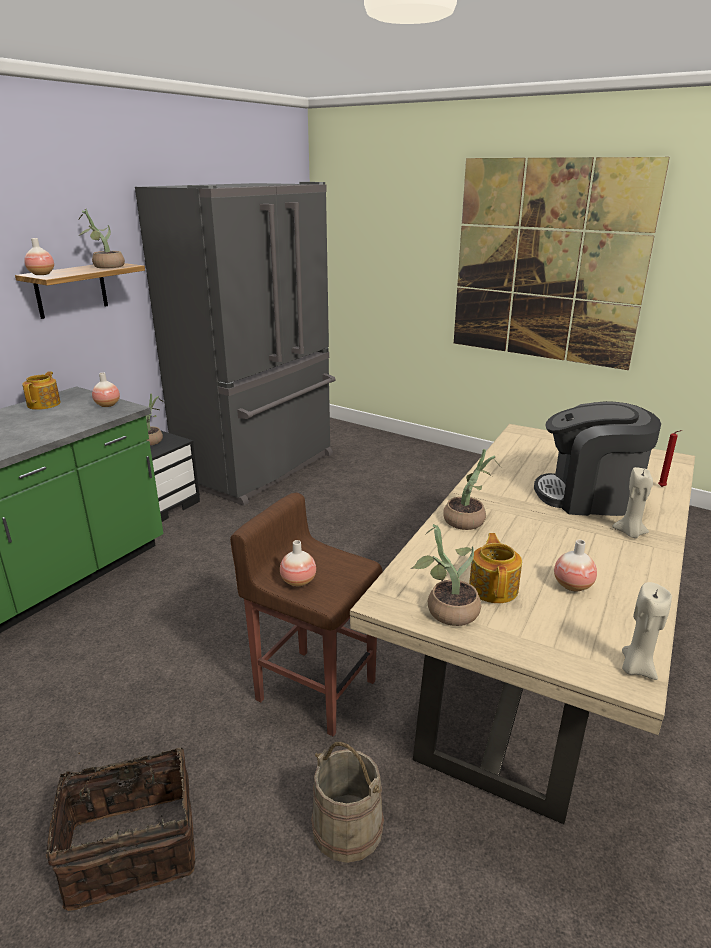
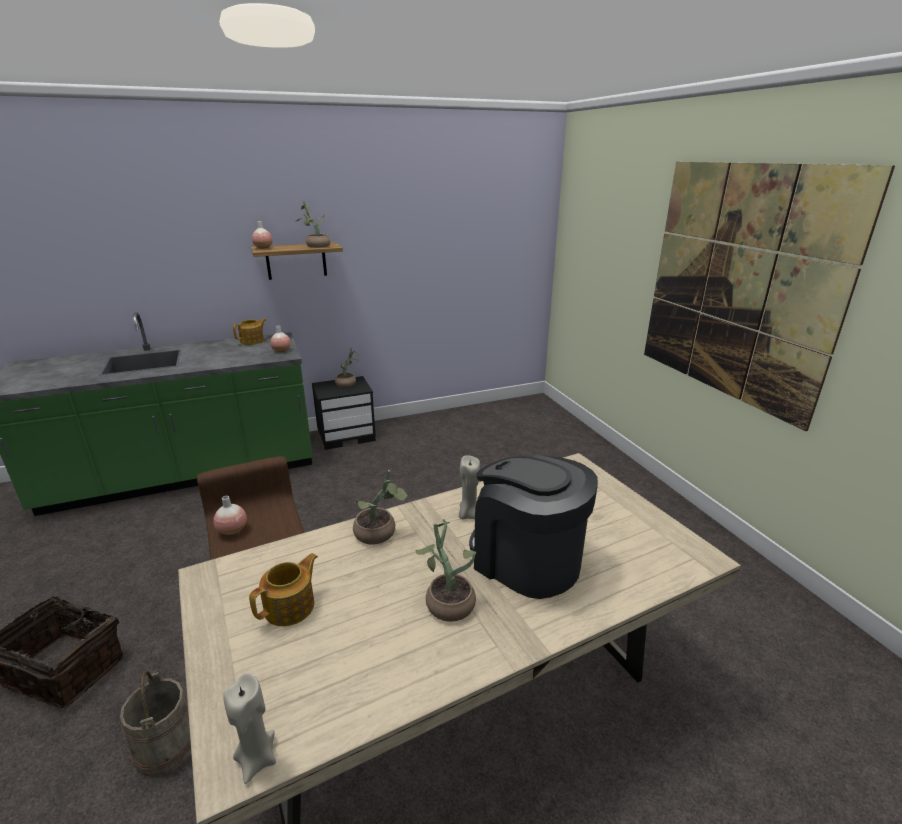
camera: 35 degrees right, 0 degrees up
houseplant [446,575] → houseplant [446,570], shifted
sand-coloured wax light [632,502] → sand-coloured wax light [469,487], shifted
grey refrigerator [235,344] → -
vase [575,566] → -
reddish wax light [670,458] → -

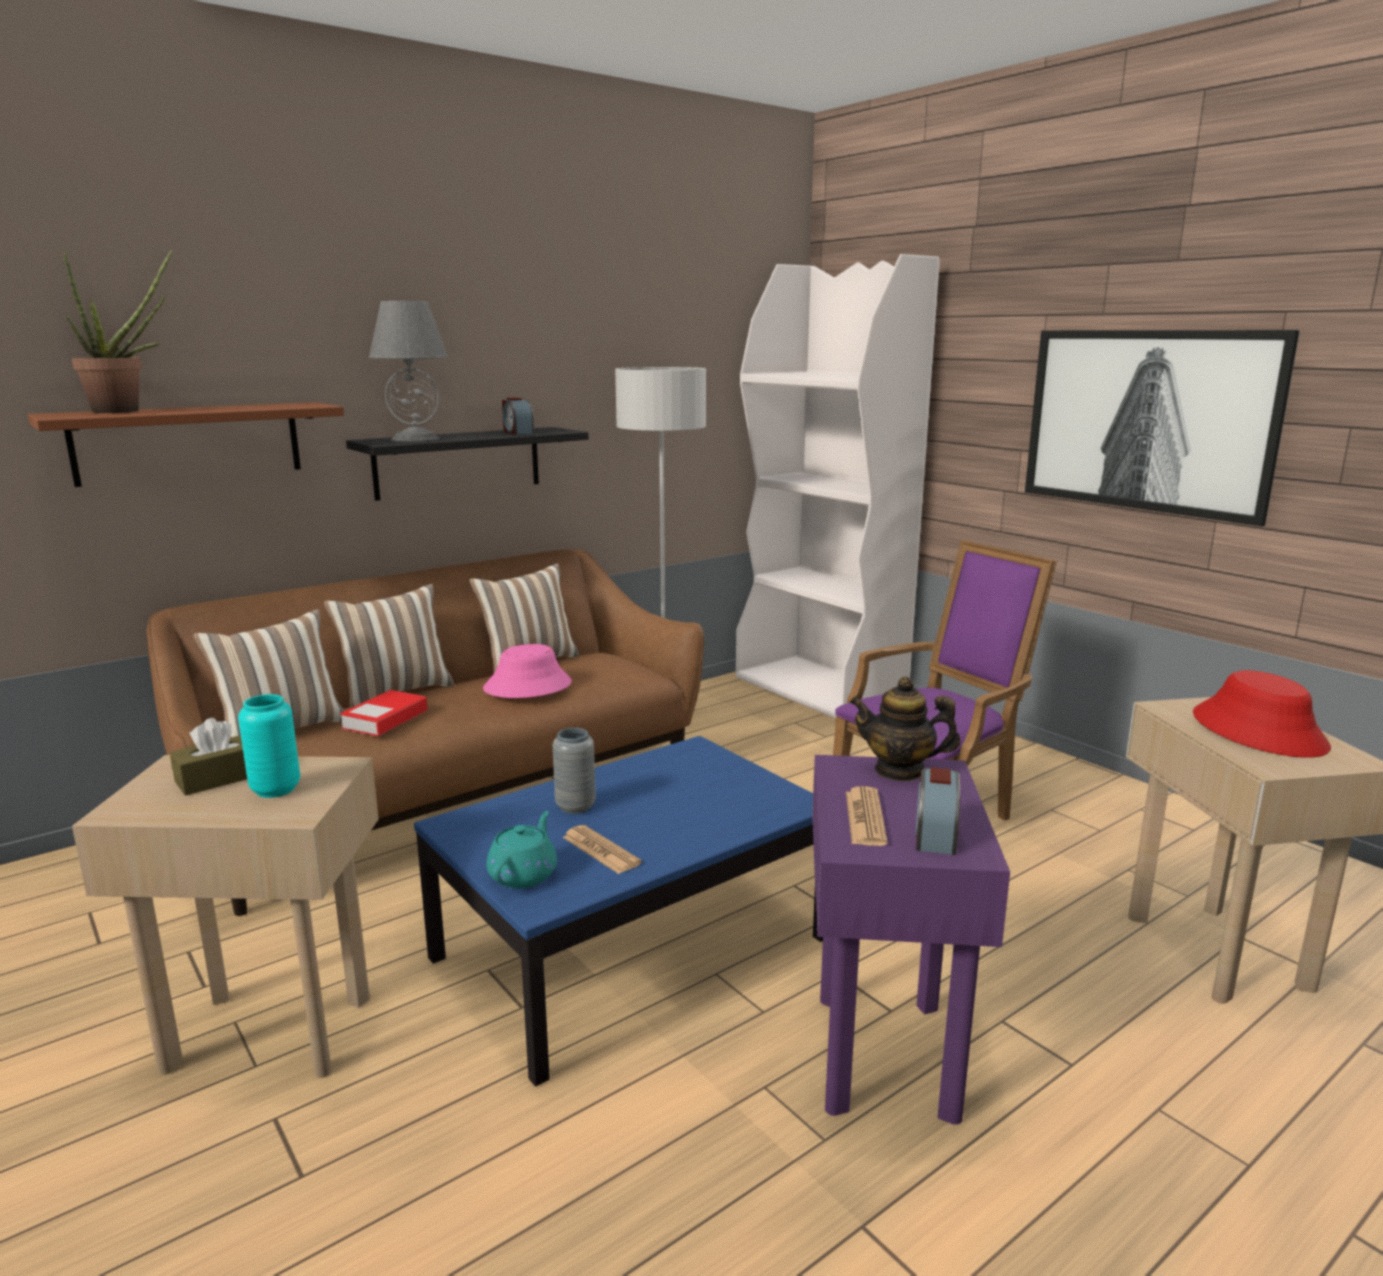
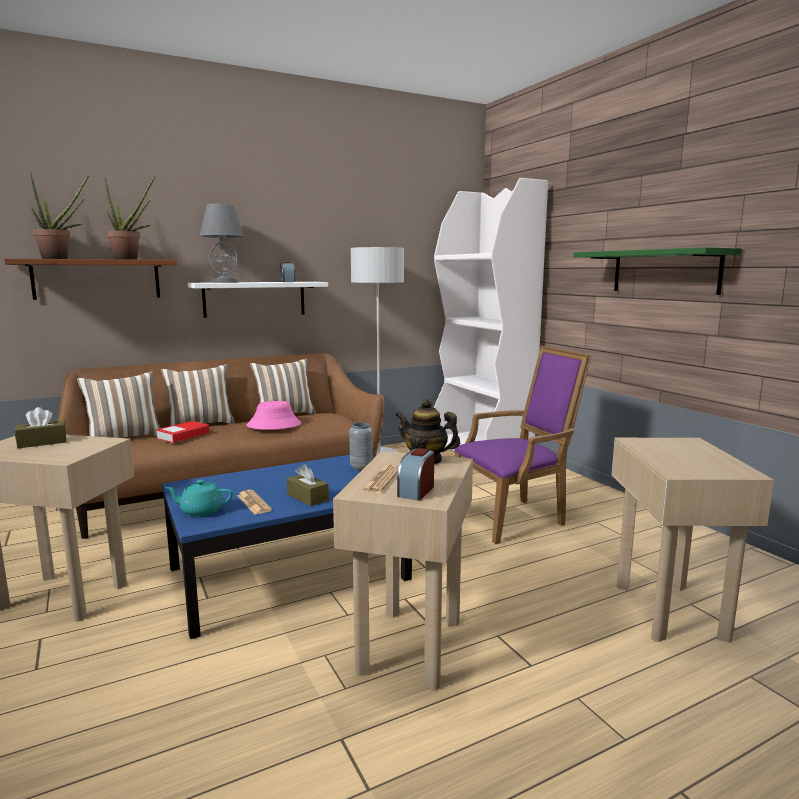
camera: 10 degrees right, 5 degrees down
- → houseplant [130,217]
turquoise-coloured teapot [522,849] → turquoise-coloured teapot [199,498], 120 degrees counterclockwise
blackish bracket shelf [467,464] → whitish bracket shelf [258,300]
- → brown tissue box [308,485]
purple-coloured accent table [911,940] → sand-coloured accent table [403,570]
grey vase [574,771] → grey vase [361,446], shifted
picture [1162,428] → greenish bracket shelf [658,271]
turquoise-coloured vase [269,746] → -
reddish hat [1262,714] → -

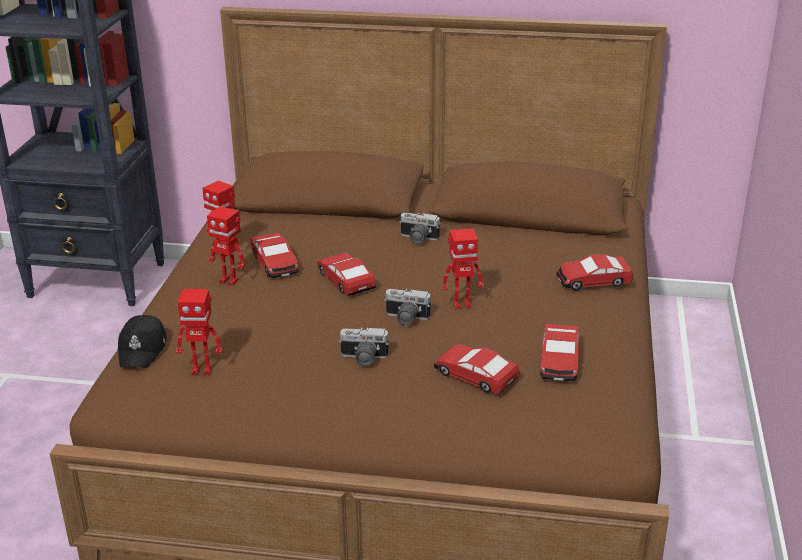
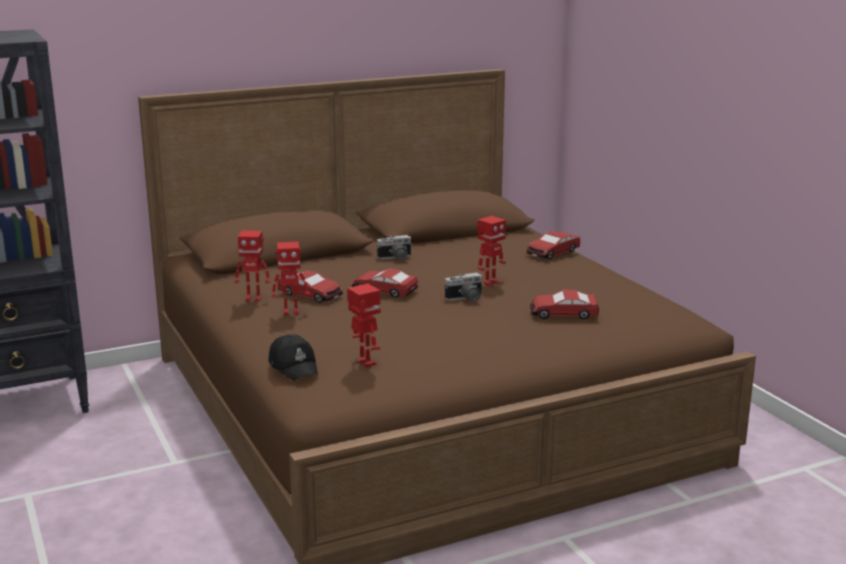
camera: 35 degrees left, 10 degrees down
robot figure [199,332] → robot figure [364,325], 90 degrees counterclockwise
still camera [364,346] → -
model car [559,352] → -

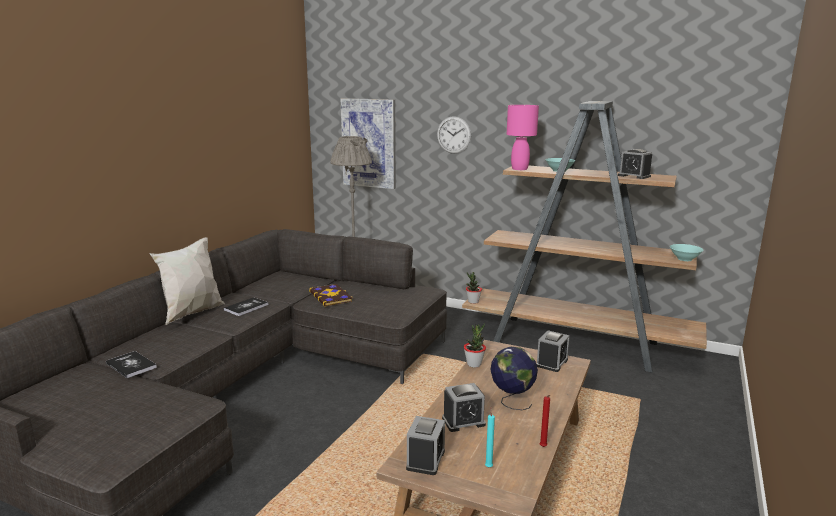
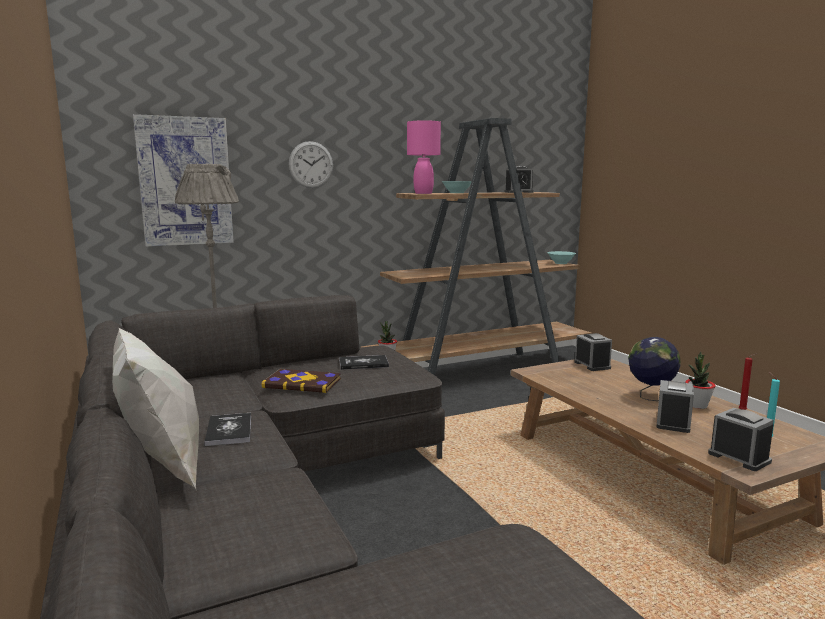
camera: 50 degrees left, 5 degrees down
book [131,364] → book [364,362], shifted
houseplant [475,345] → houseplant [700,380], shifted

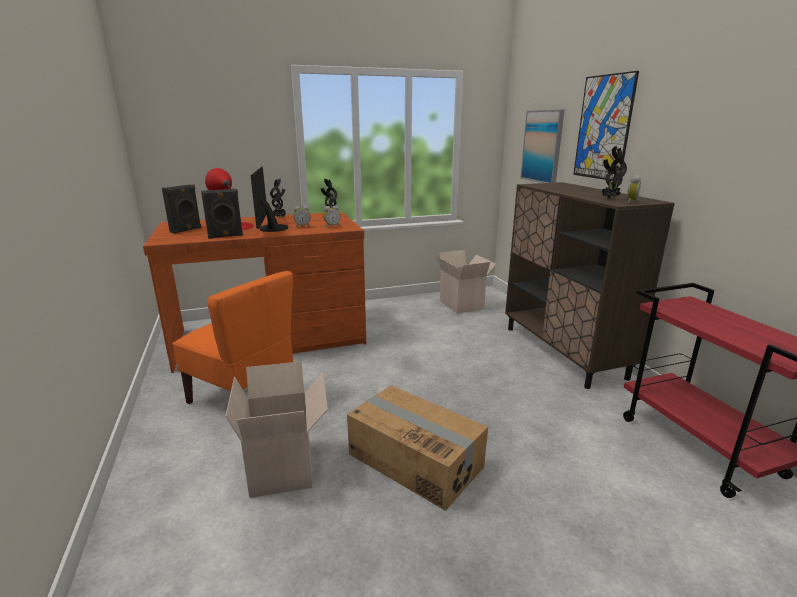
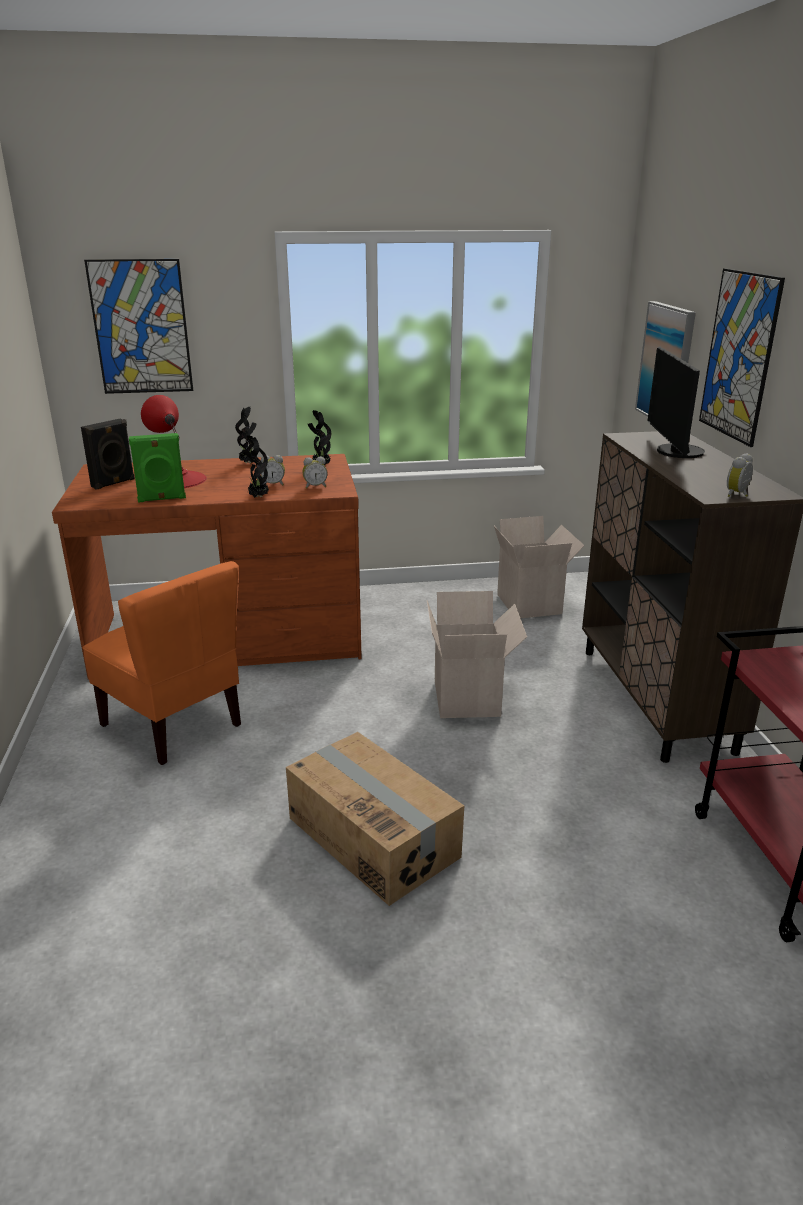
camera: 10 degrees right, 5 degrees up
- → picture [138,326]
blackish loudspeaker [222,214] → greenish loudspeaker [157,468]
houseplant [614,172] → houseplant [256,466], shifted
carton [276,429] → carton [477,654], shifted
computer screen [269,199] → computer screen [676,402], shifted

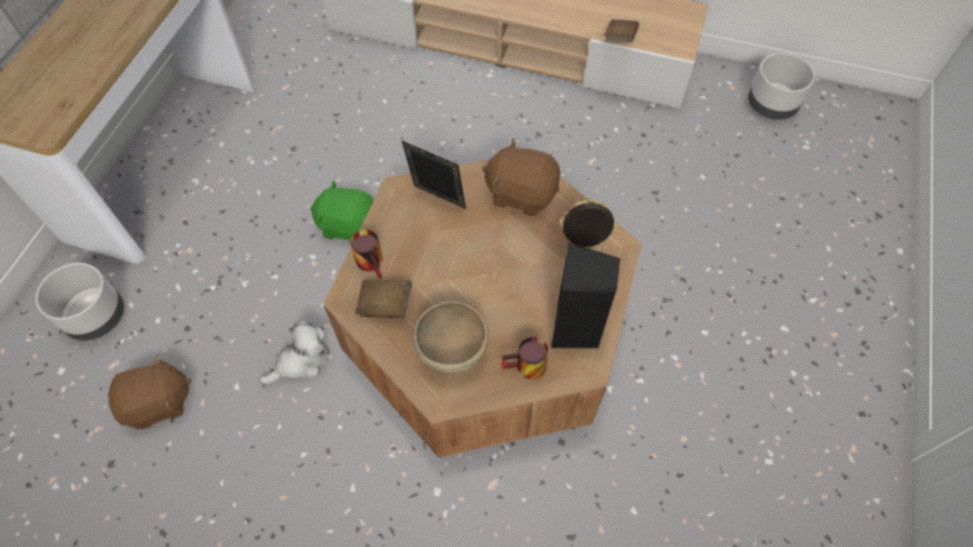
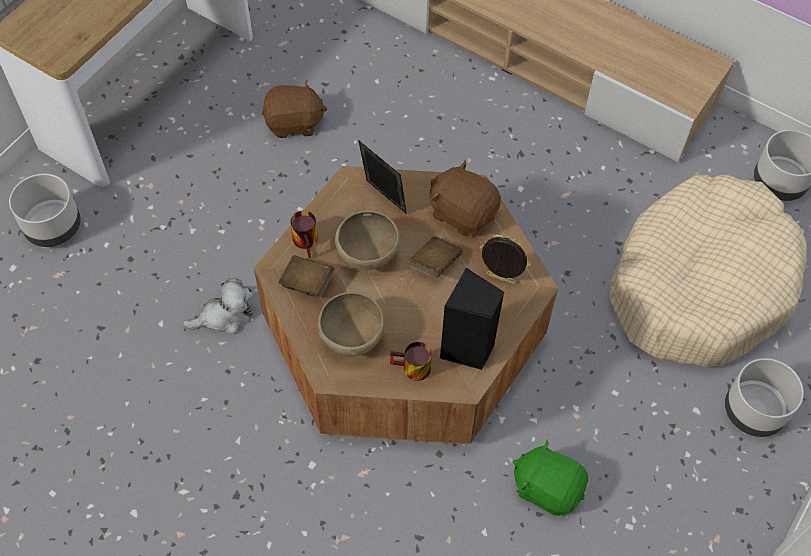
camera: 15 degrees right, 0 degrees up
brown cuddly toy [149,391] → brown cuddly toy [295,109], shifted
- → brown bowl [367,240]
brown book [621,31] → brown book [436,257], shifted
greenish cuddly toy [342,211] → greenish cuddly toy [550,477], shifted
- → sand-coloured dog cushion [708,270]
- → grey plant pot [764,397]

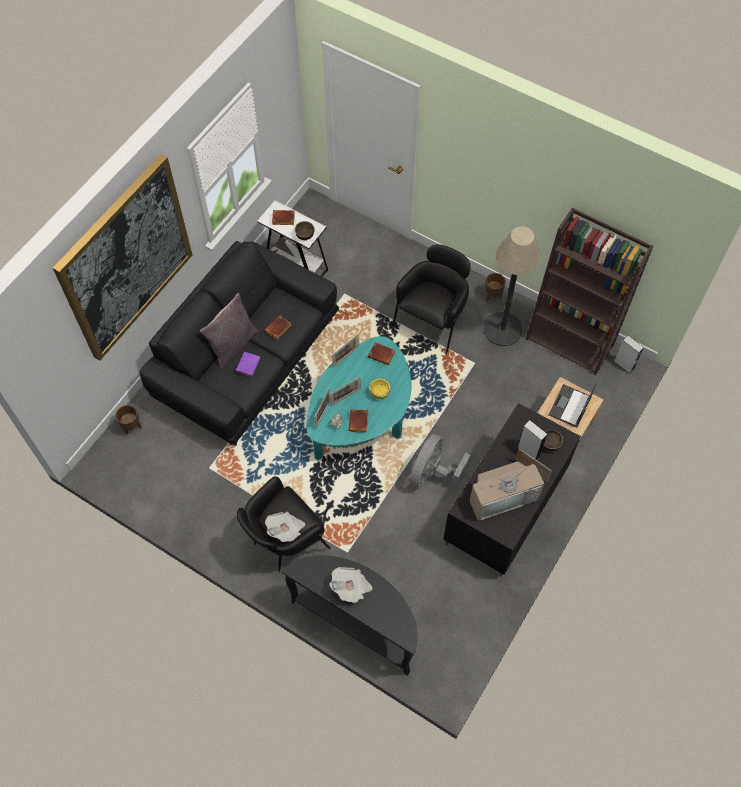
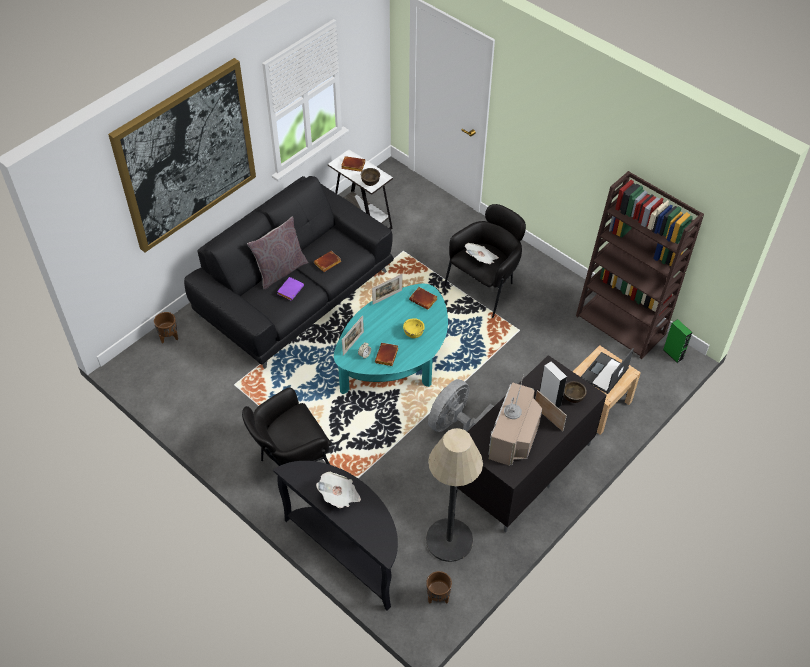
camera: 10 degrees right, 10 degrees down
floor lamp [512,286] → floor lamp [454,495], shifted
brown plant pot [495,287] → brown plant pot [439,587], shifted
newspaper [285,527] → newspaper [482,253], shifted
television [507,490] → television [515,420], 120 degrees clockwise
grey loudspeaker [629,355] → greenish loudspeaker [677,341]
standing frame [345,391] → -

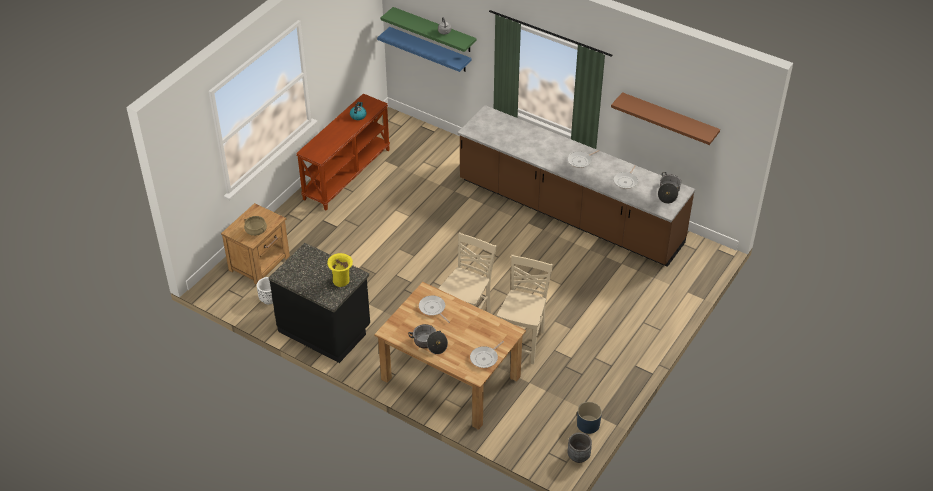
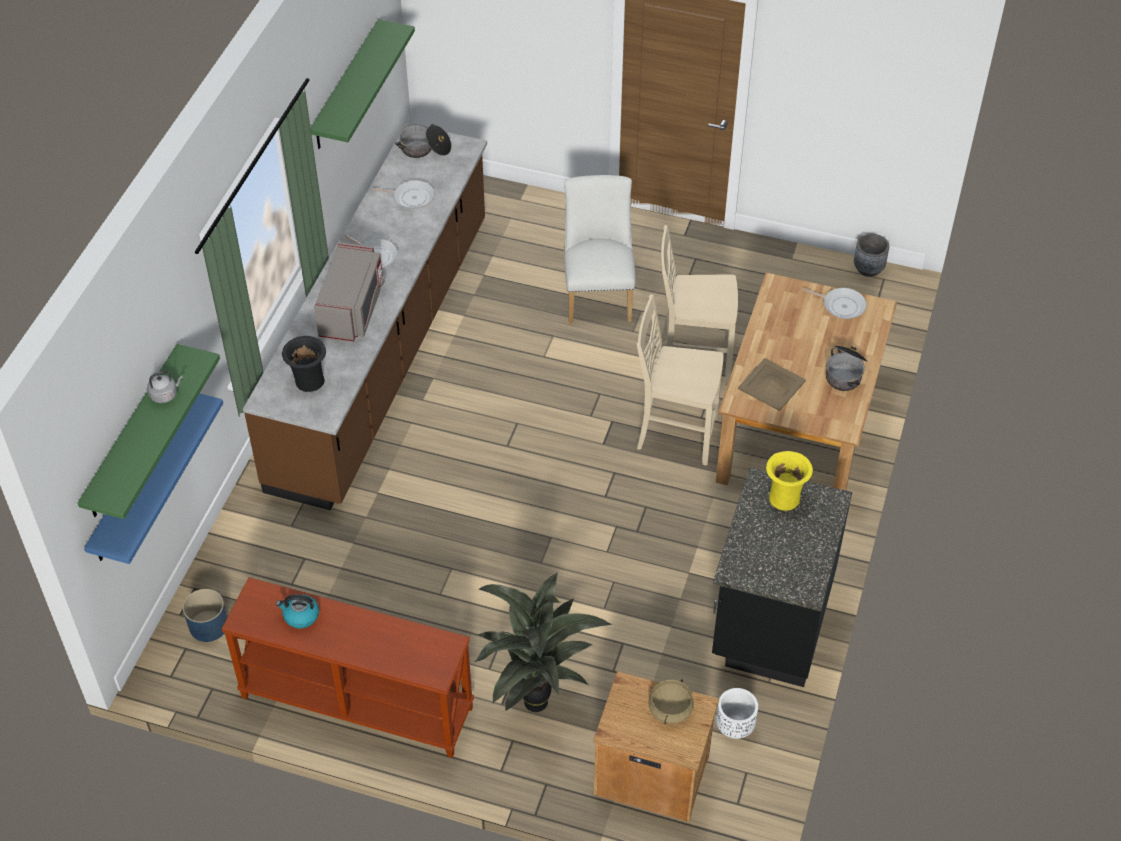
camera: 105 degrees left, 5 degrees up
blue-coloured plant pot [589,418] → blue-coloured plant pot [205,615], shifted
- → blackish vase [304,364]
brown bracket shelf [665,118] → greenish bracket shelf [363,84]
- → grey microwave oven [349,291]
- → houseplant [543,642]
- → whitish plain chair [600,249]
skillet [434,309] → sand-coloured carrying tray [772,384]

